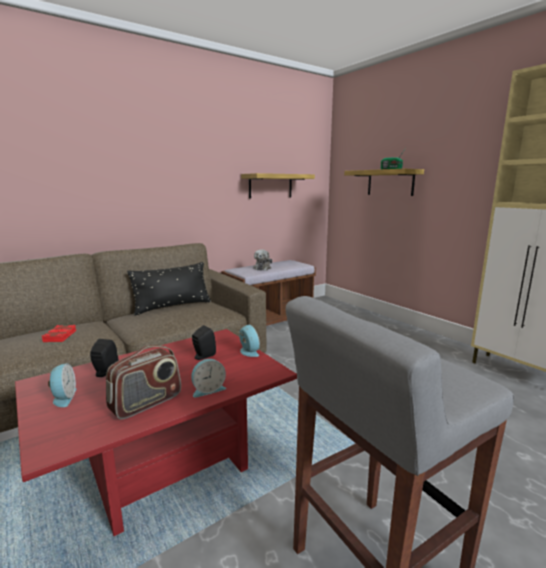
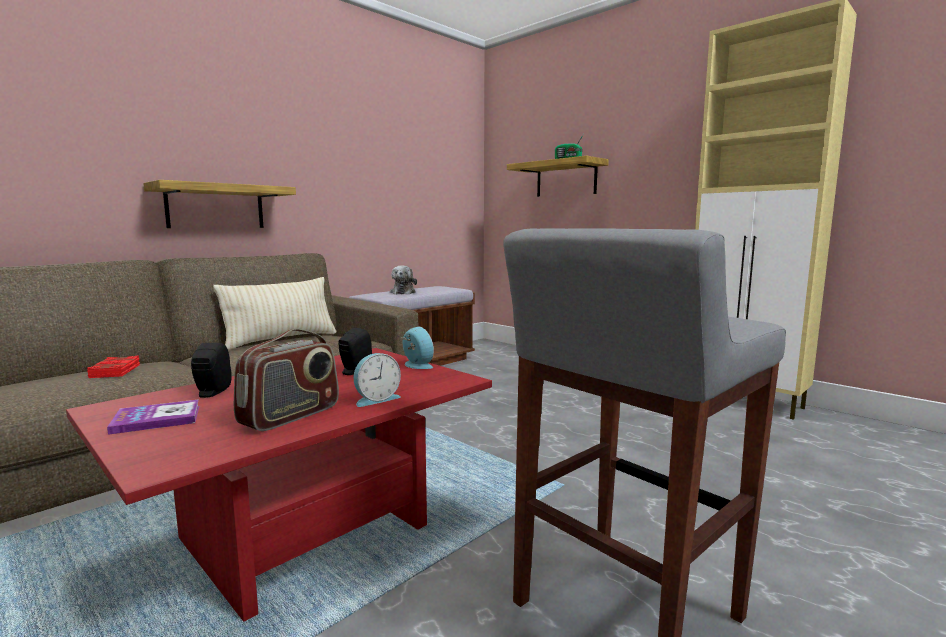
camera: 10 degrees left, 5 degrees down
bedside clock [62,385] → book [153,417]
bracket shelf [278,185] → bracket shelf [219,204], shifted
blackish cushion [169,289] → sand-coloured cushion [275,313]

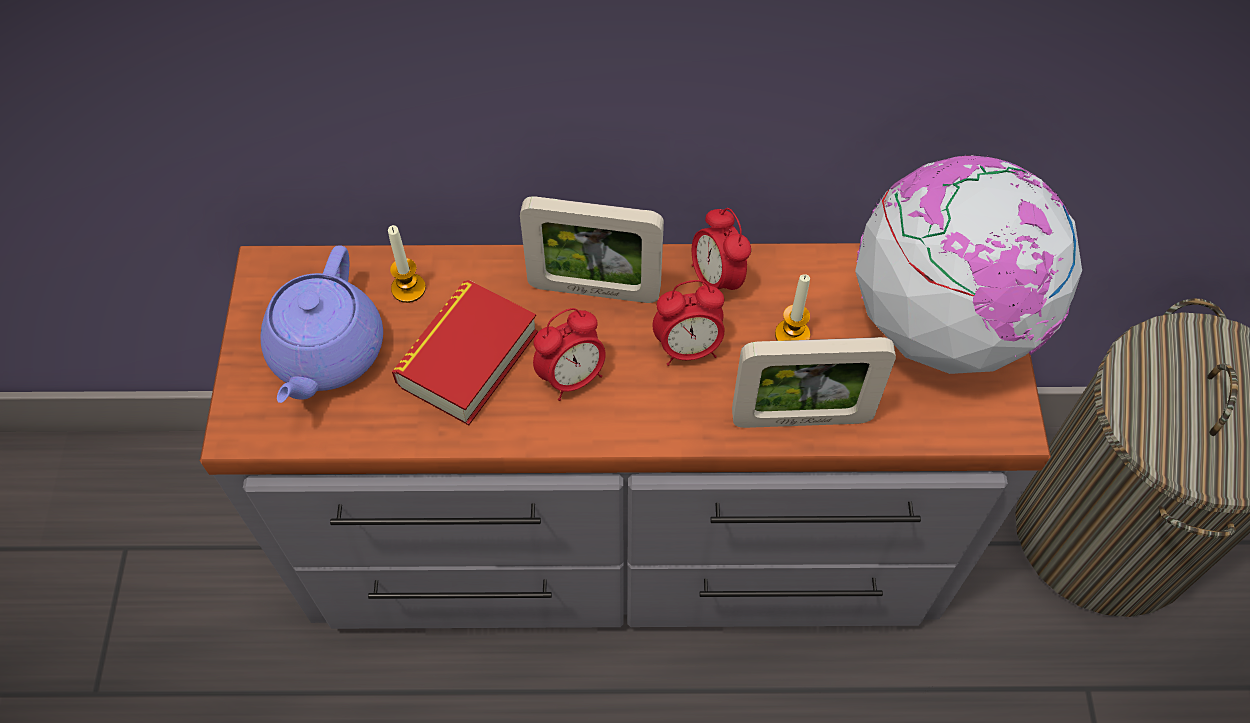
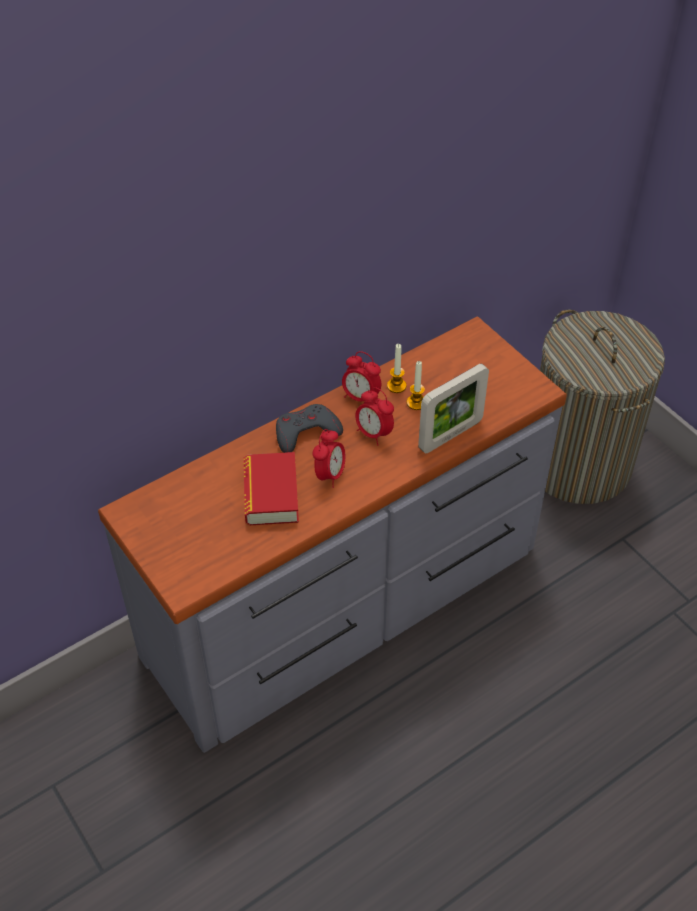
camera: 35 degrees left, 10 degrees down
standing frame [592,249] → grey game controller [309,428]
bedside clock [688,323] → bedside clock [374,416], 90 degrees clockwise
wax light [407,264] → wax light [396,368], shifted
purple-coloured teapot [321,324] → -
globe [968,264] → -

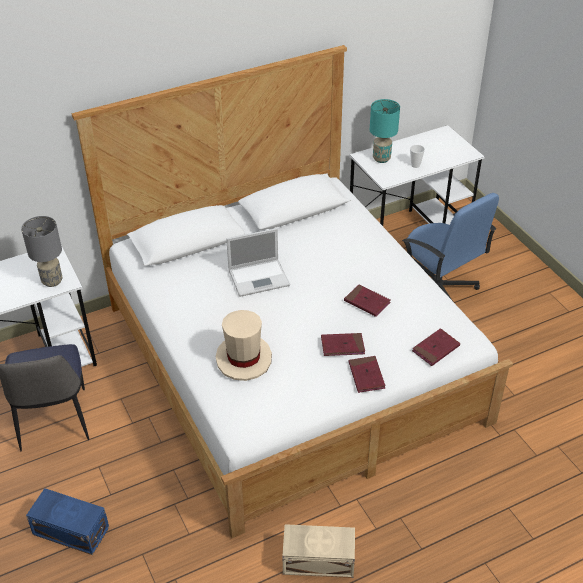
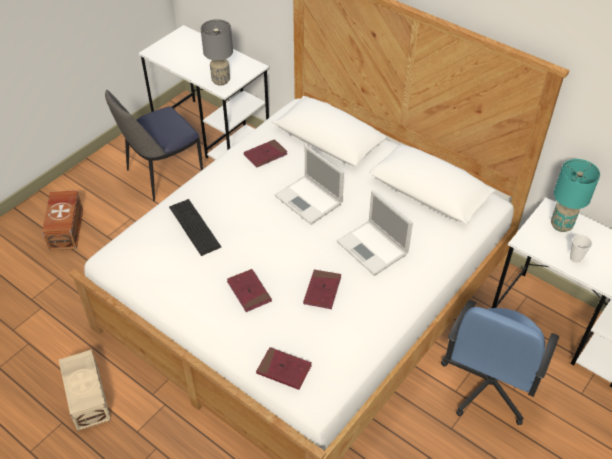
camera: 65 degrees right, 5 degrees up
blue-coloured storage bin [67,521] → brown storage bin [62,220]
sand-coloured hat [244,345] → keyboard [195,227]
reddish book [367,374] → reddish book [266,153], shifted
- → laptop [375,233]

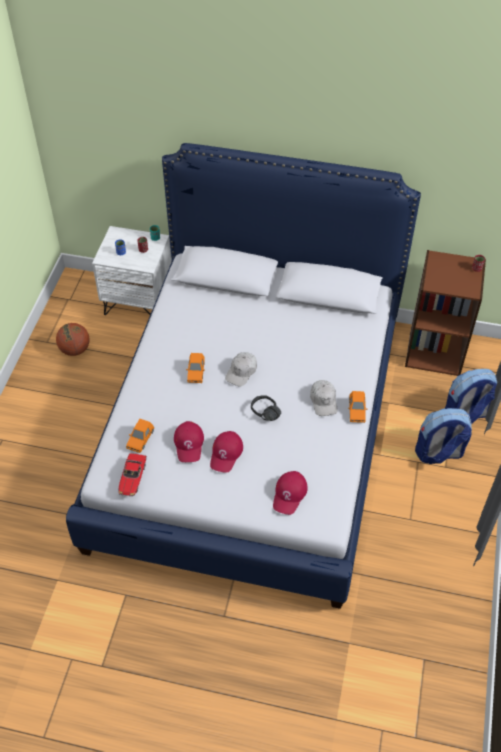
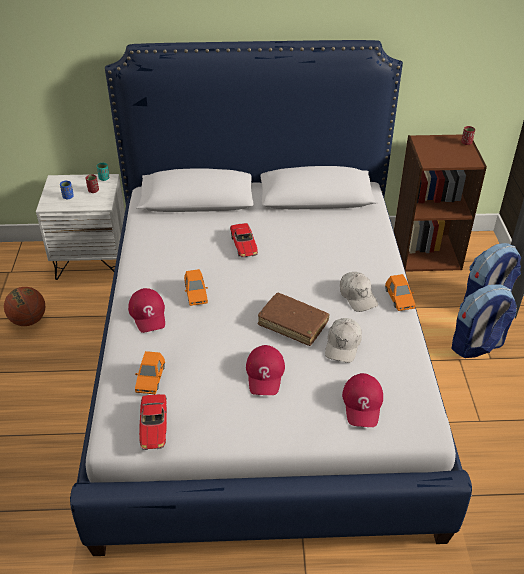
camera: 15 degrees left, 10 degrees down
reddish cap [189,441] → reddish cap [146,310], shifted
- → model car [244,240]
blackish headset [266,408] → brown book [294,319]
whitish cap [241,369] → whitish cap [343,340], shifted

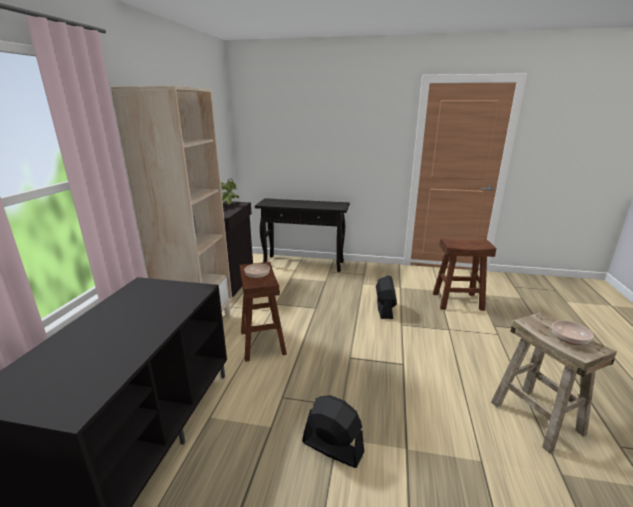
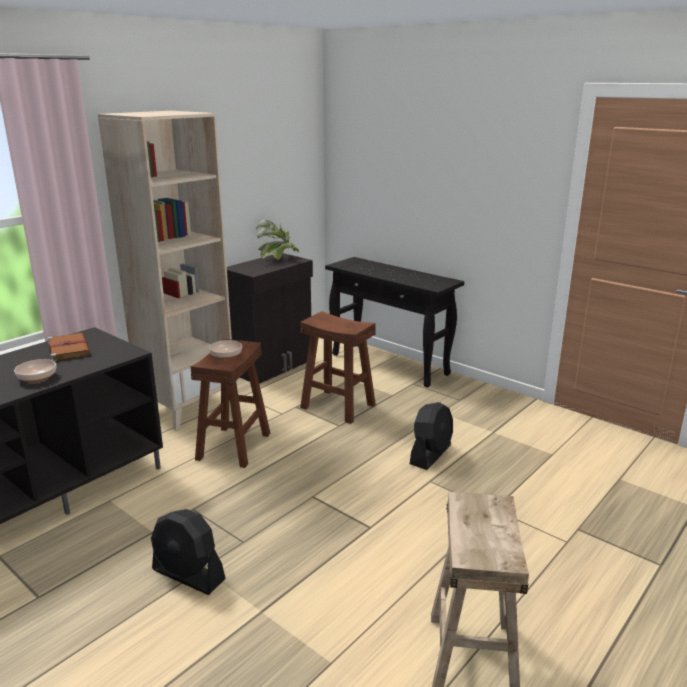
camera: 30 degrees right, 0 degrees up
bowl [572,332] → bowl [35,371], shifted
- → brown book [69,347]
blackish electric fan [333,431] → blackish electric fan [188,552], 150 degrees clockwise
brown stool [465,274] → brown stool [338,367], shifted

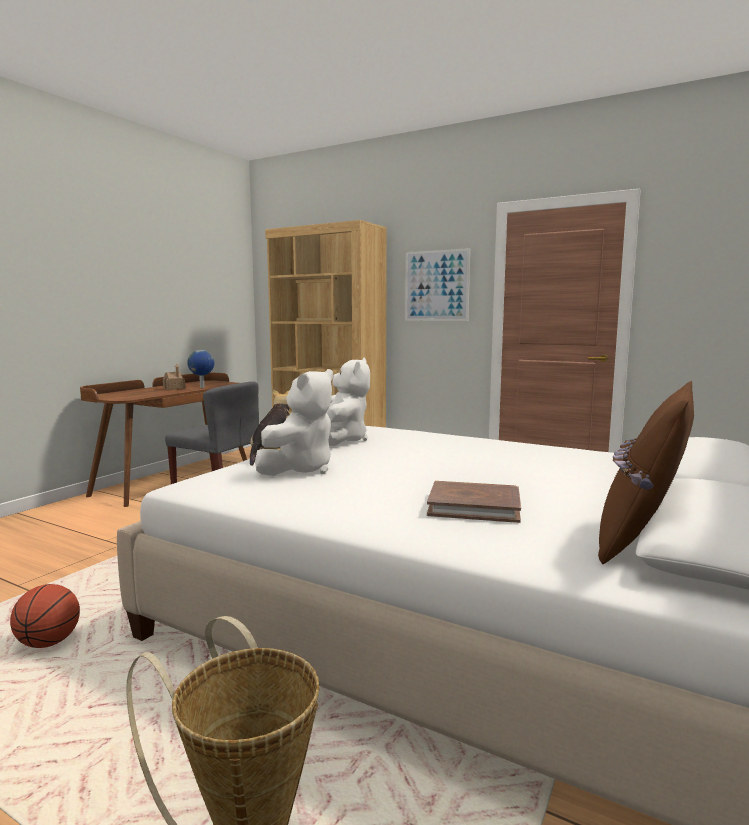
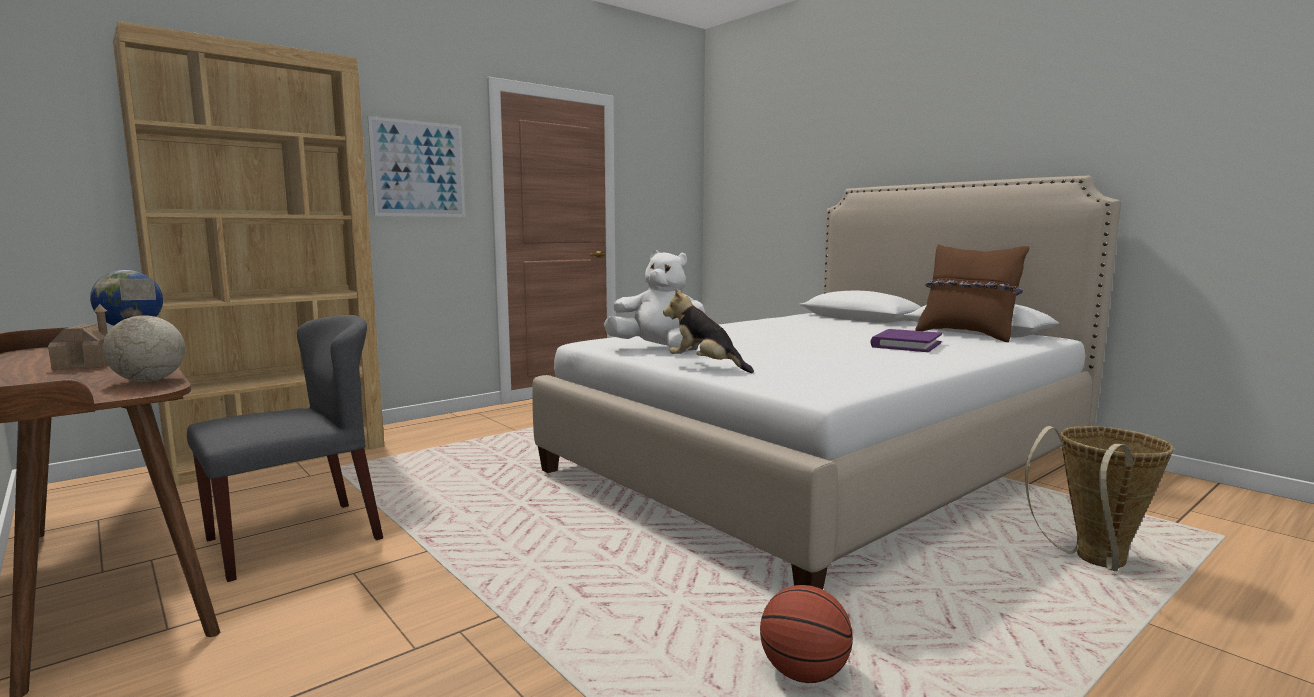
camera: 70 degrees left, 0 degrees up
- → globe [144,330]
brown book [474,502] → purple-coloured book [906,340]
whitish cuddly toy [294,422] → -

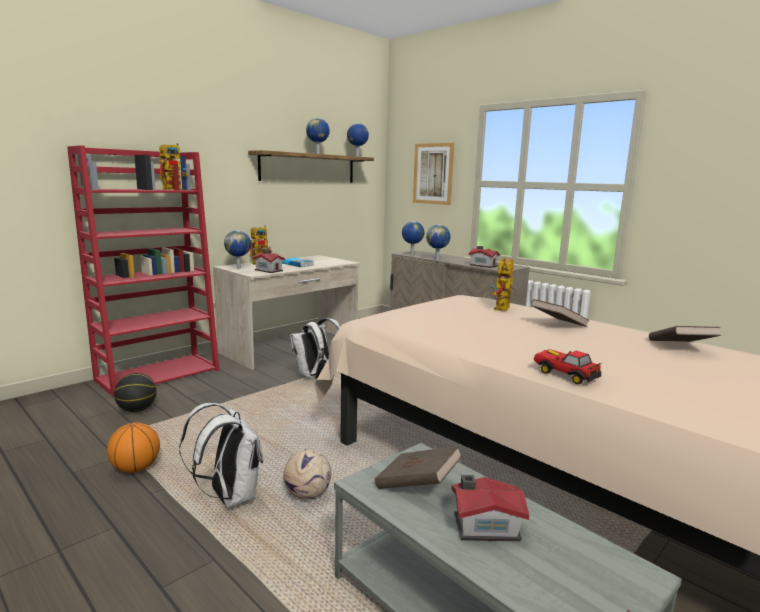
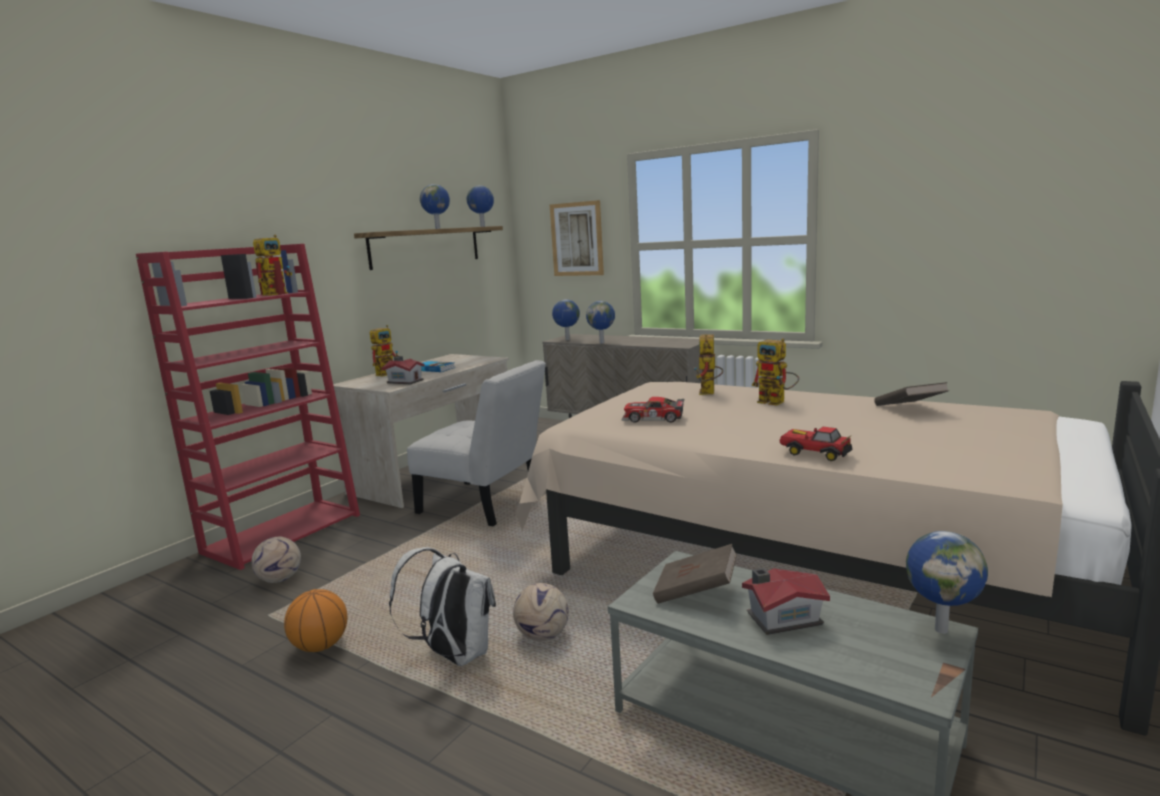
camera: 10 degrees left, 0 degrees up
basketball [135,392] → football ball [276,559]
whitish backpack [315,349] → whitish plain chair [476,443]
- → model car [652,410]
brown book [560,313] → robot figure [775,372]
globe [237,249] → globe [947,582], shifted
toy house [484,257] → -

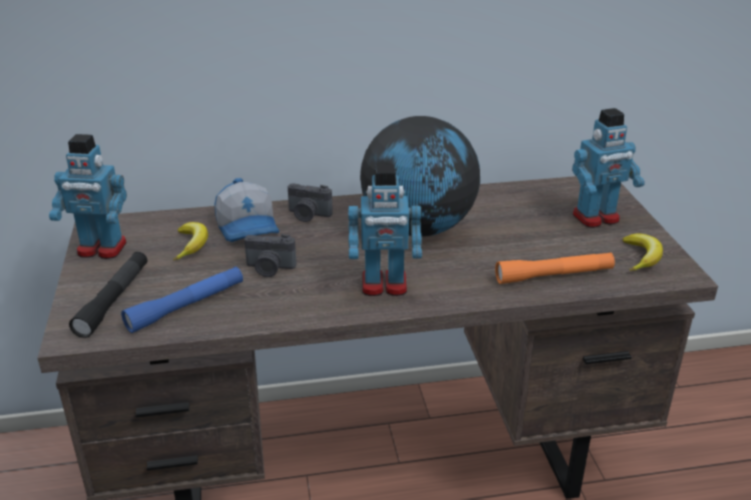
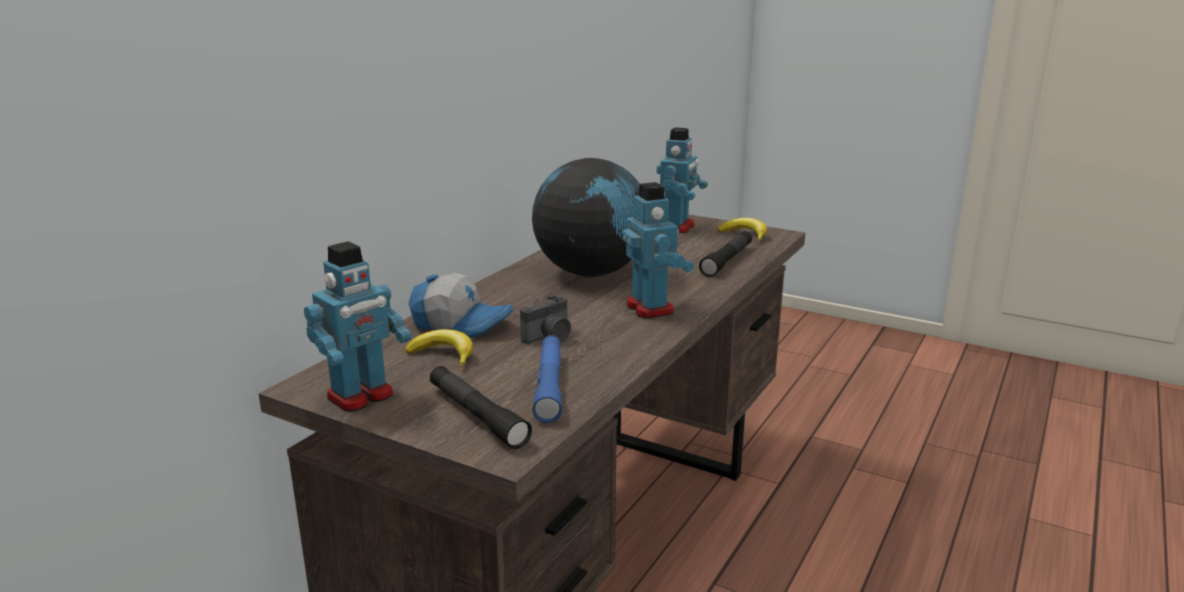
camera: 50 degrees left, 10 degrees down
robot figure [385,230] → robot figure [658,250], 60 degrees counterclockwise
orange hand torch [555,268] → blackish hand torch [725,254]
still camera [310,202] → -

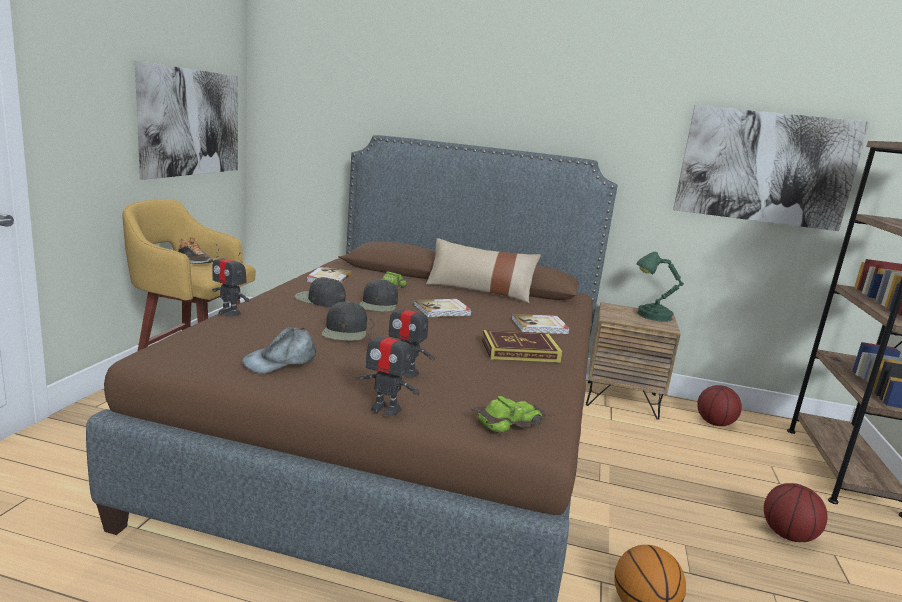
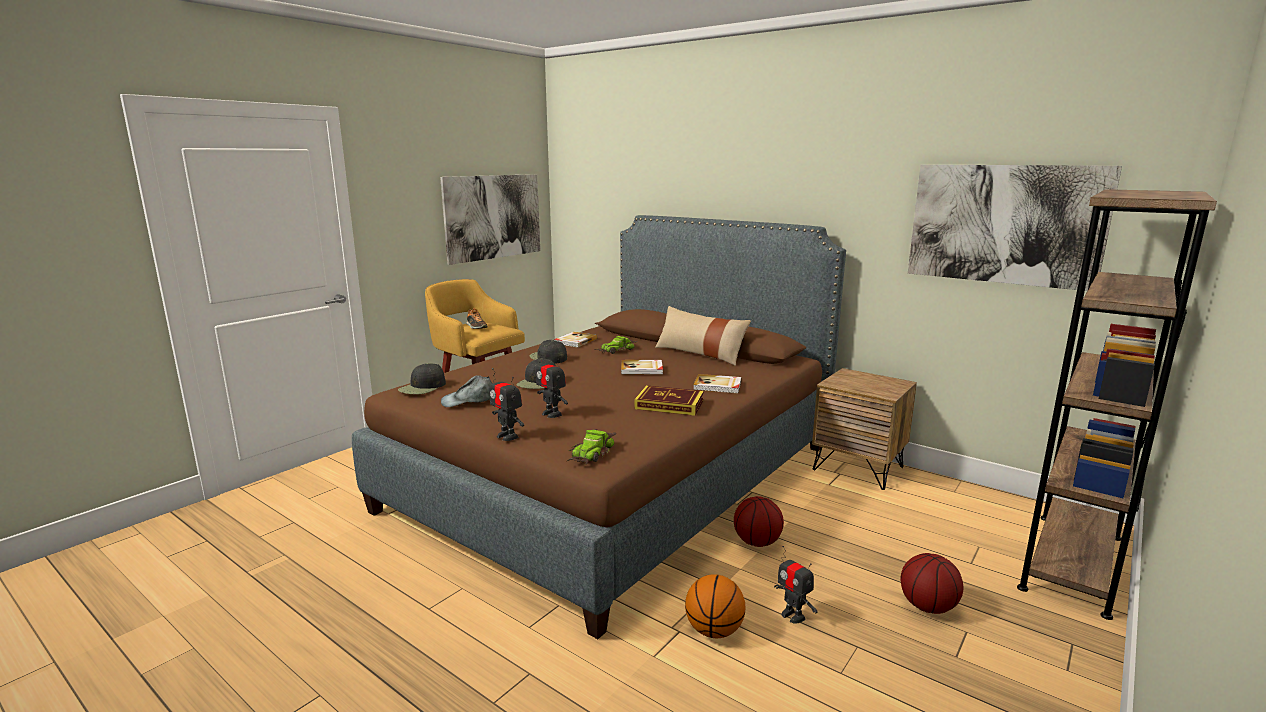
camera: 25 degrees right, 0 degrees up
blackish cap [378,295] → blackish cap [422,378], shifted
model car [513,415] → model car [591,446], 120 degrees clockwise
basketball [719,405] → basketball [759,521], shifted
robot figure [230,280] → robot figure [796,585], shifted
greenish table lamp [660,287] → -

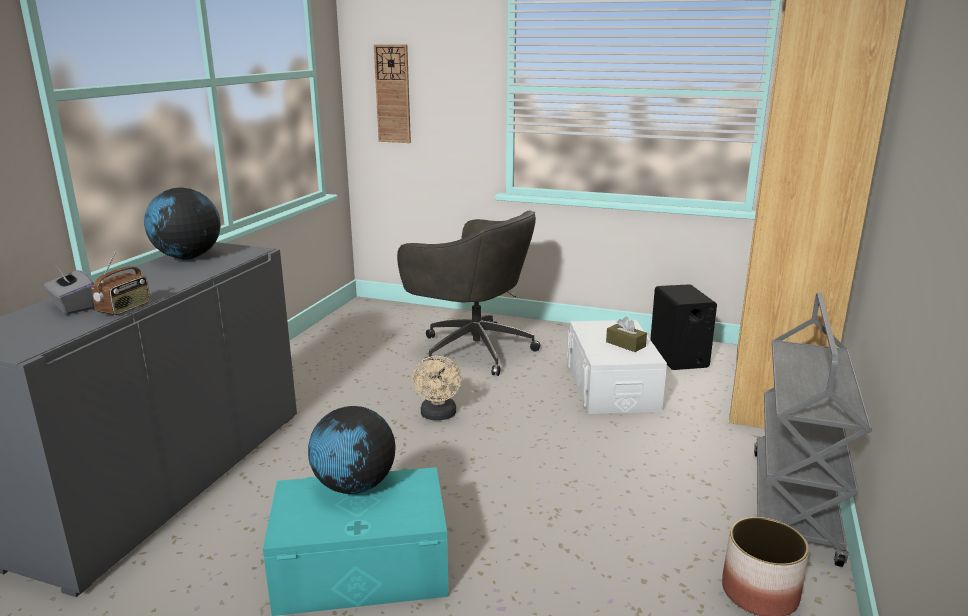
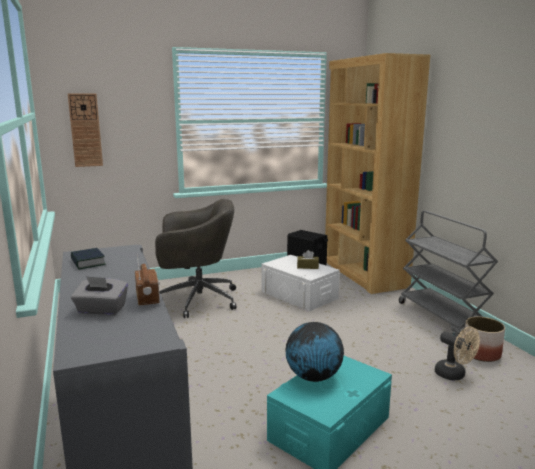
camera: 40 degrees left, 5 degrees down
globe [182,224] → book [88,258]
sand-coloured electric fan [437,388] → sand-coloured electric fan [457,353], shifted

